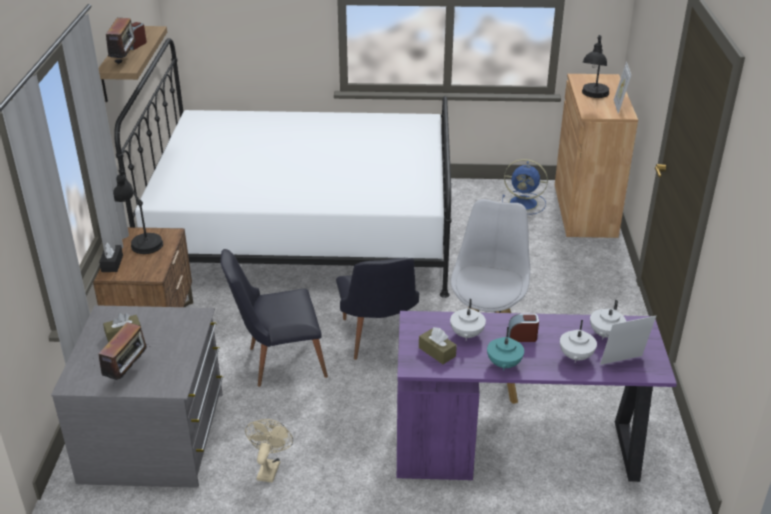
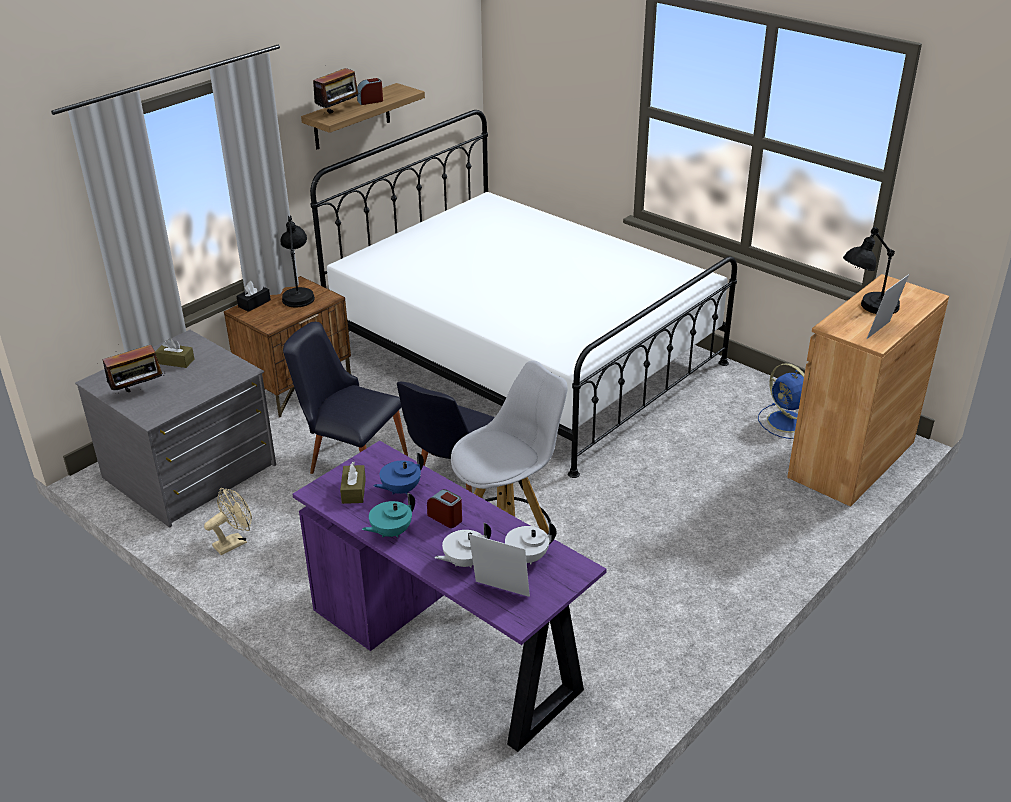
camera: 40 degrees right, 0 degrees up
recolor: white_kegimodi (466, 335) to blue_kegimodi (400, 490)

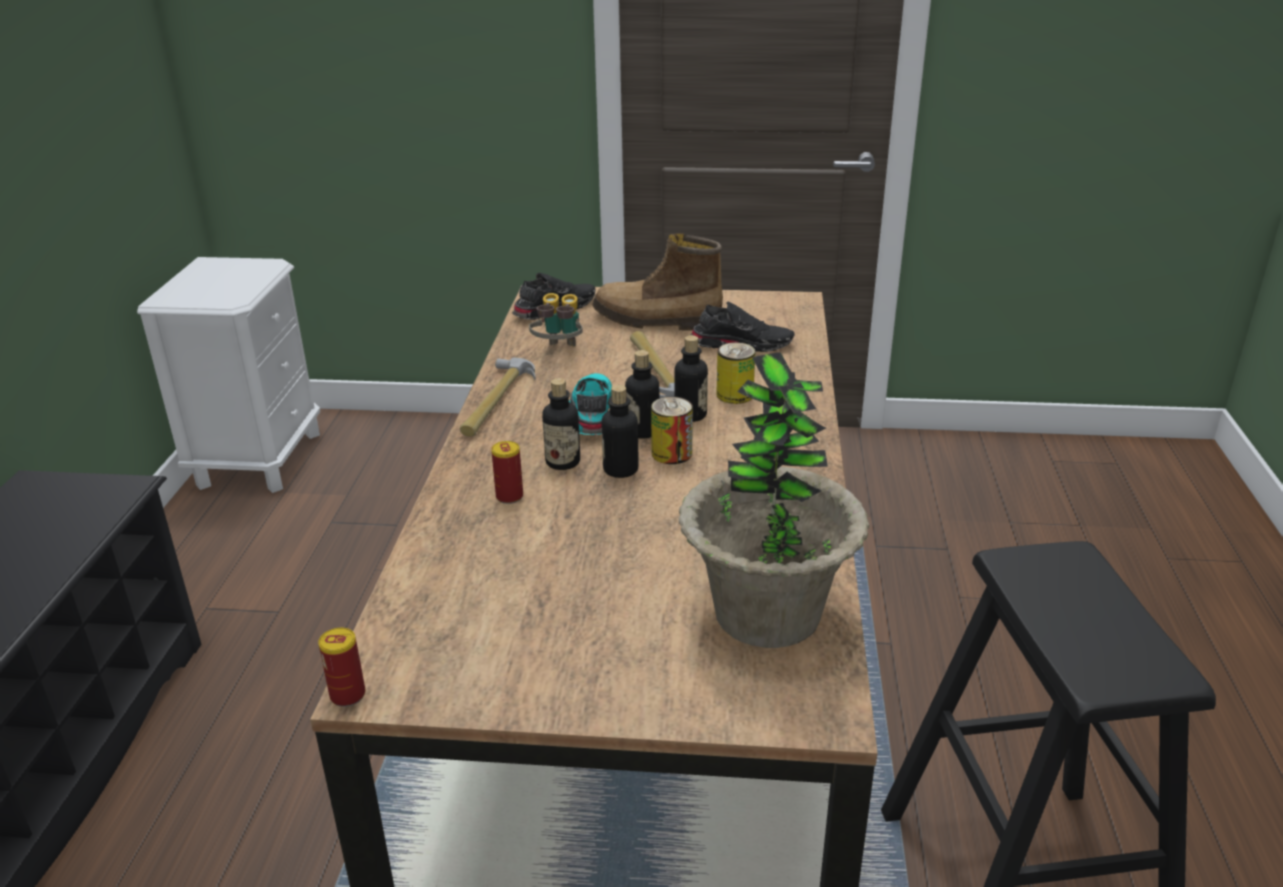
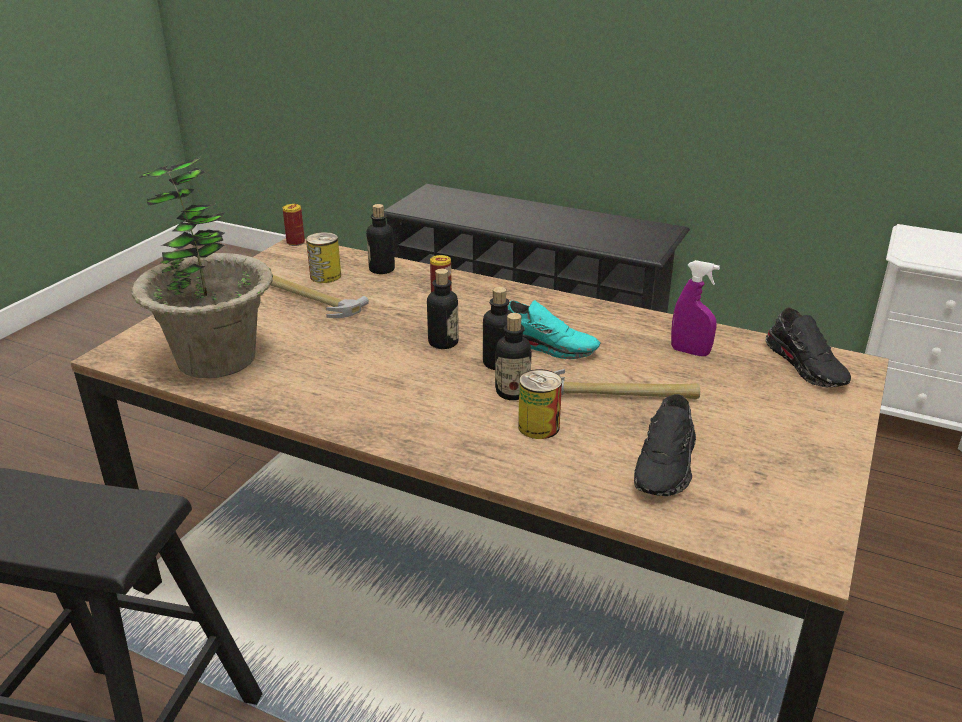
camera: 110 degrees right, 0 degrees up
delete: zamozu (656, 321)
move: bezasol (495, 401) to (308, 298); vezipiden (563, 462) to (382, 269); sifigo (671, 453) to (325, 276)
replace: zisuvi (559, 351) to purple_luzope (690, 352)

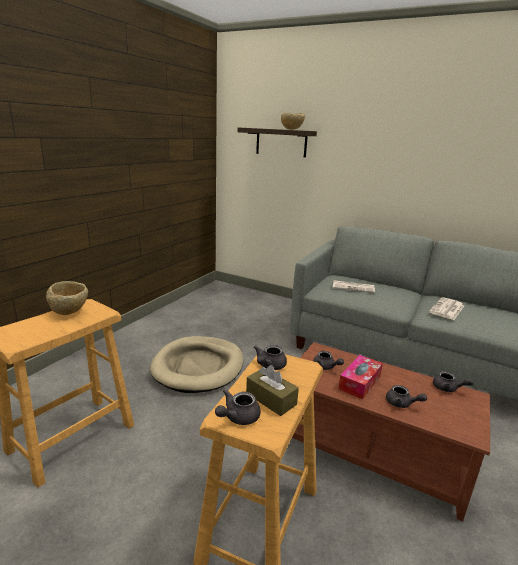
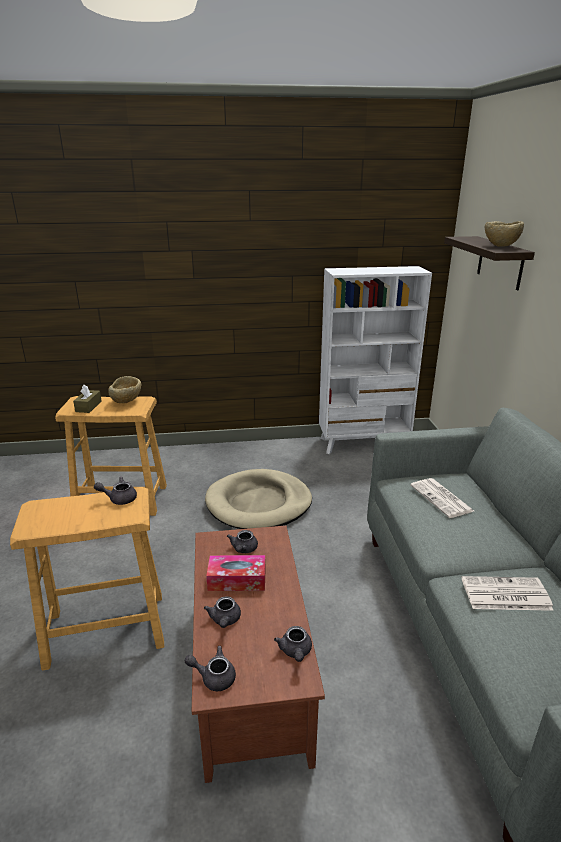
camera: 55 degrees right, 5 degrees up
insert: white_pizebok (364, 443)
move: grey_kegimodi (238, 417) to (214, 677); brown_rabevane (271, 399) to (88, 406)

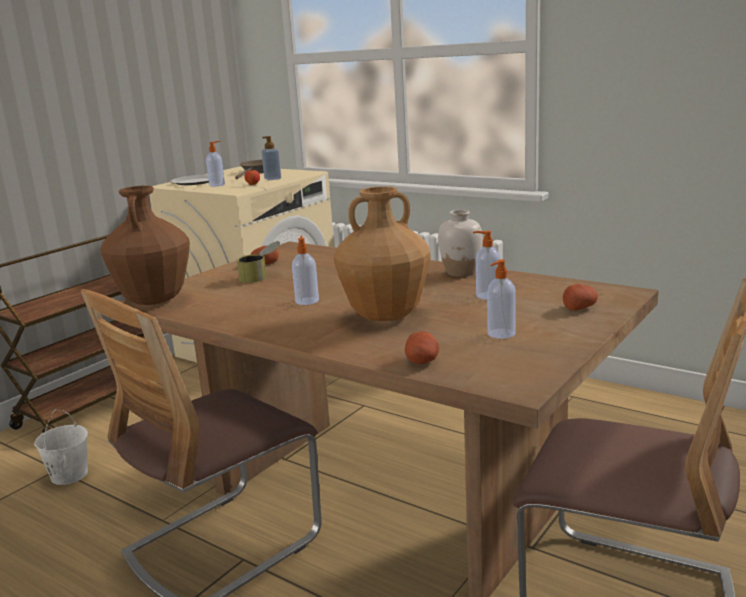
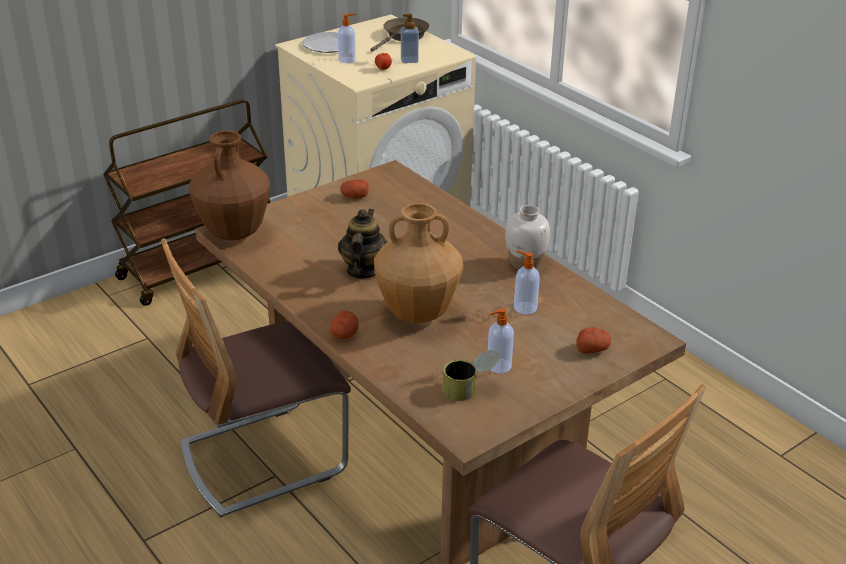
camera: 15 degrees right, 15 degrees up
delete: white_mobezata (69, 475)
move: sifigo (261, 277) to (469, 389); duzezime (422, 361) to (344, 334)
replace: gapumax (307, 301) to kegimodi (363, 270)

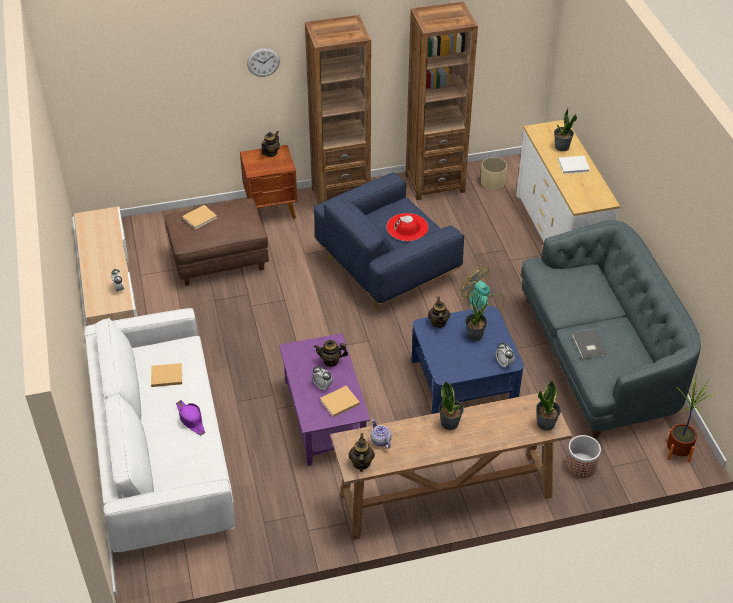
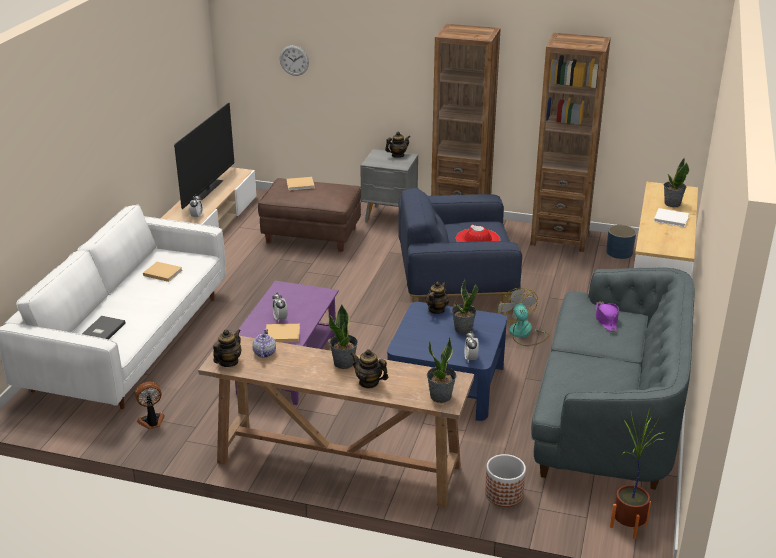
camera: 30 degrees right, 15 degrees down
insert: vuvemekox (152, 422); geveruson (208, 190)
move: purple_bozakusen (191, 420) to (606, 320); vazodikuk (263, 62) to (294, 60); kegimodi (331, 361) to (369, 382); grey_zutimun (588, 345) to (102, 330)
recolor: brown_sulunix (272, 210) to grey_sulunix (390, 217); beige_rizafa (493, 182) to blue_rizafa (619, 252)

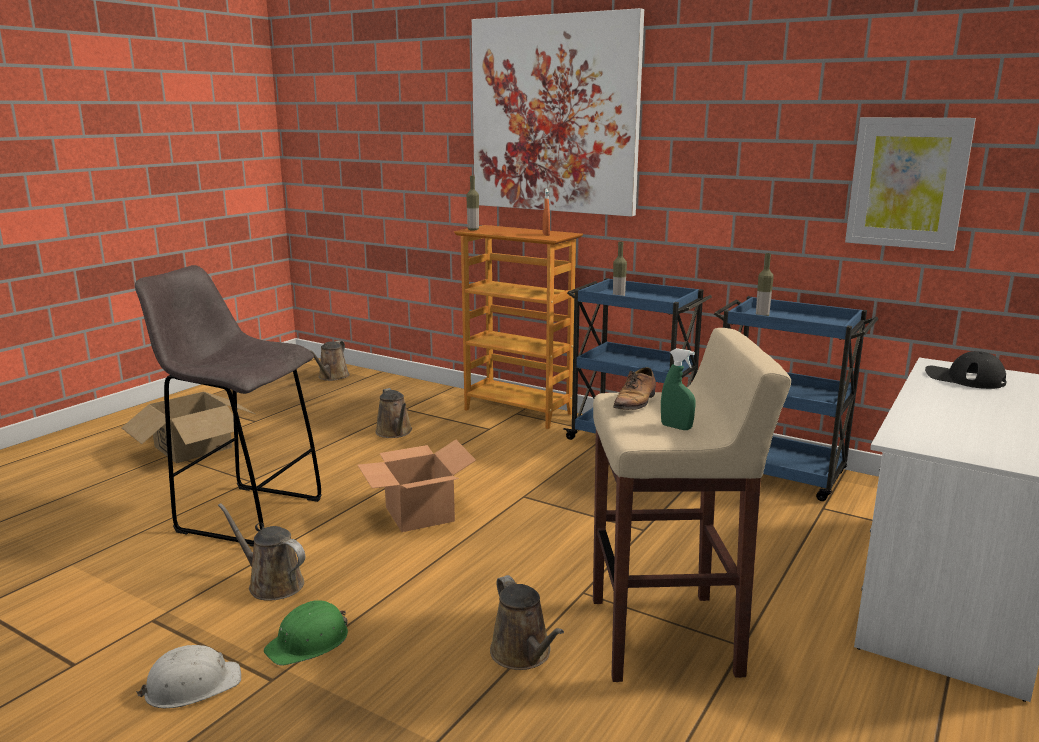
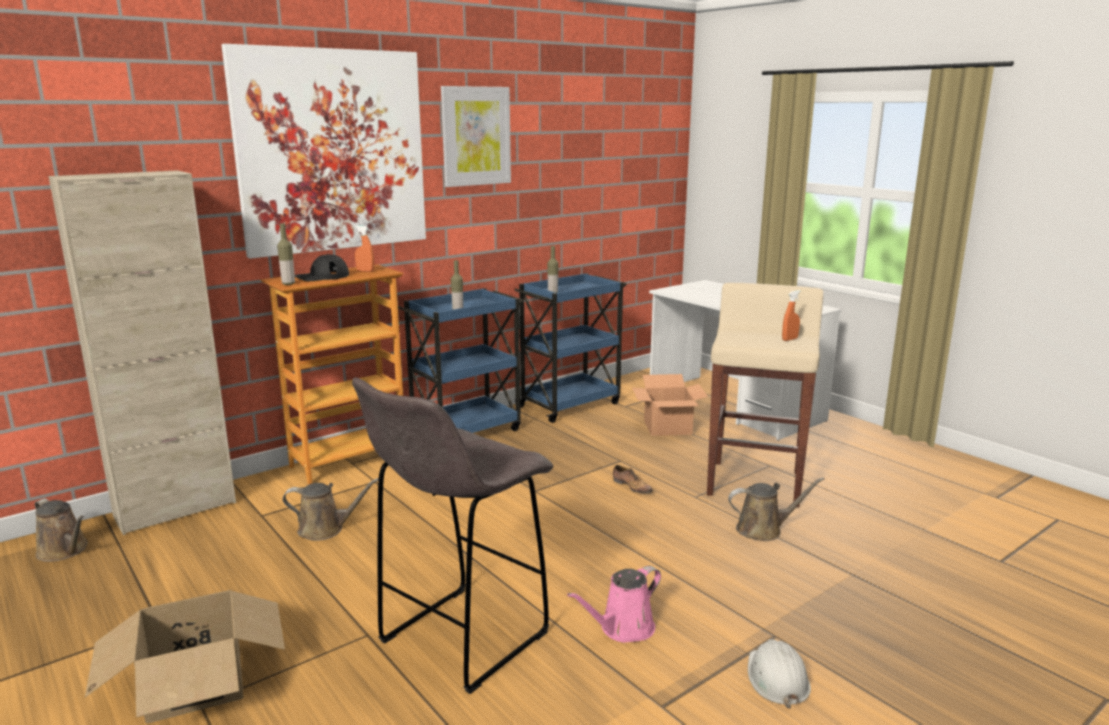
camera: 70 degrees left, 0 degrees up
delete: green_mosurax (309, 641)
insert: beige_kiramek (175, 509)
move: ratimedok (420, 514) to (668, 427); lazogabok (635, 402) to (632, 487); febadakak (907, 183) to (476, 136); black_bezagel (964, 378) to (322, 277)
recolor: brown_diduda (272, 583) to pink_diduda (623, 629); green_luzope (676, 427) to orange_luzope (789, 339)

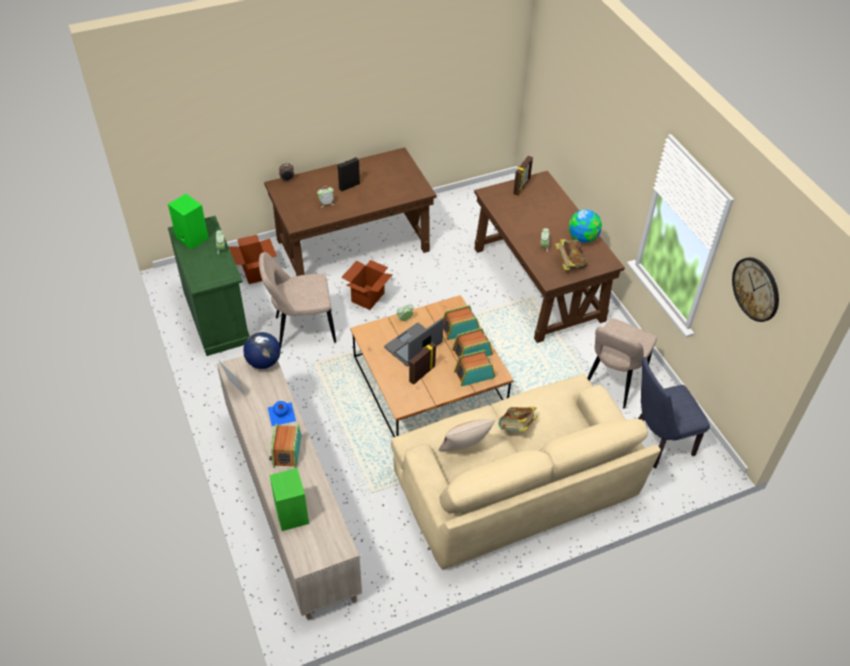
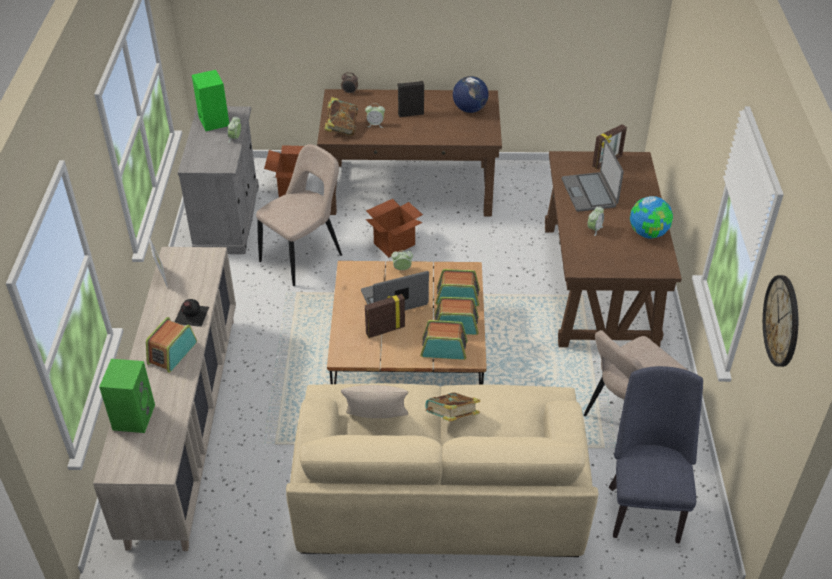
camera: 25 degrees right, 5 degrees down
insert: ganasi (589, 193)
move: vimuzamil (263, 362) to (469, 109); zutimun (569, 263) to (341, 129)
recolor: green_kiramek (217, 316) to grey_kiramek (227, 219); blue_vezipiden (281, 414) to black_vezipiden (191, 315)
rotate: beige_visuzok (302, 330) = (304, 256) 120 degrees clockwise; blue_visuzok (657, 443) = (643, 507) 90 degrees clockwise

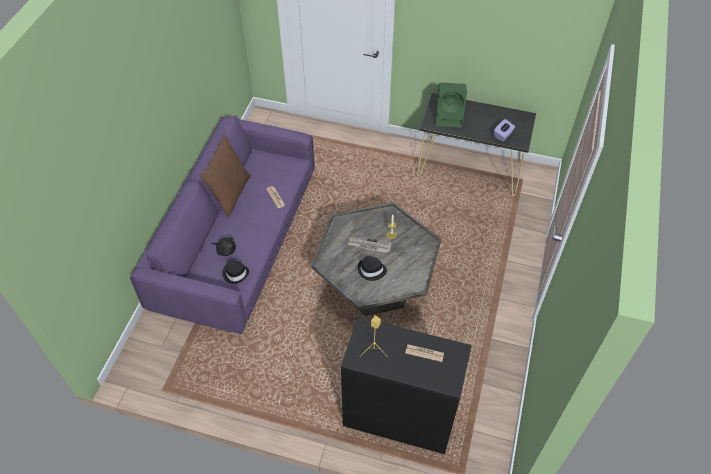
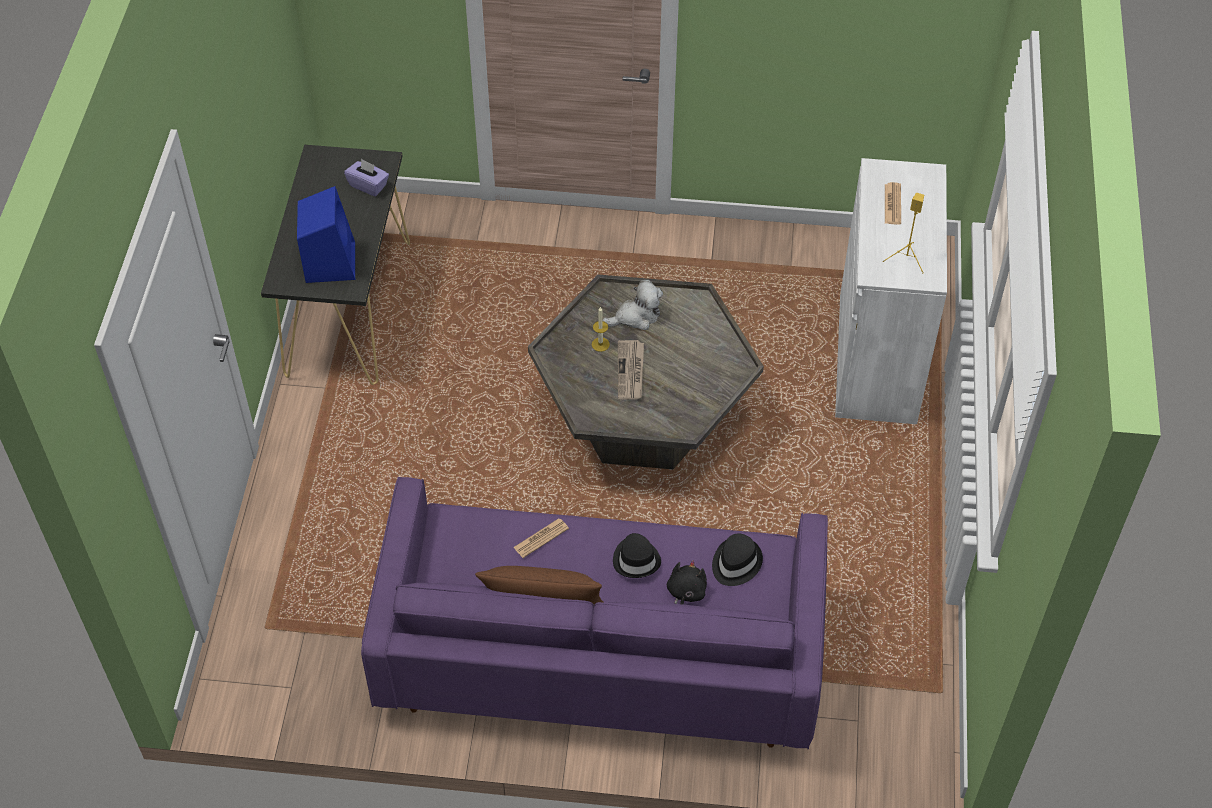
camera: 100 degrees left, 0 degrees up
insert: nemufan (636, 316)
move: black_bozakusen (371, 270) to (636, 559)
recolor: black_kiramek (399, 416) to white_kiramek (877, 358); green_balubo (449, 117) to blue_balubo (330, 261)

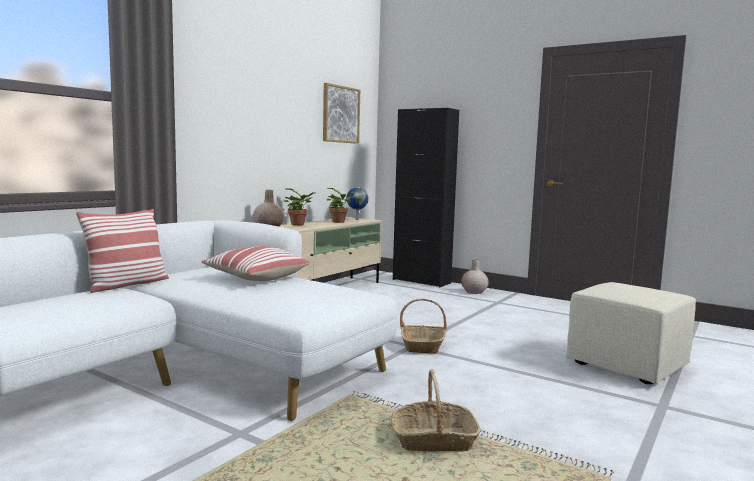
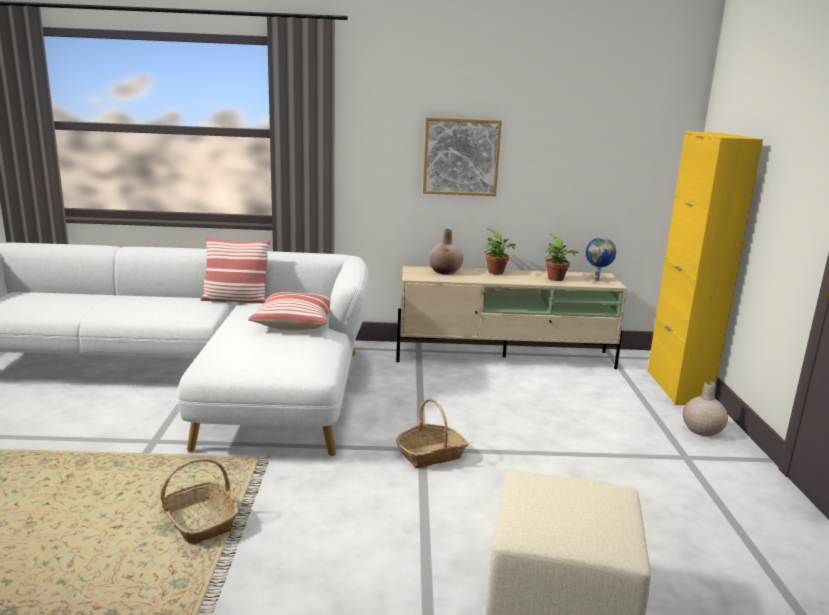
camera: 55 degrees right, 10 degrees up
move: febadakak (340, 114) to (461, 157)
recolor: black_kiramek (421, 281) to yellow_kiramek (677, 388)

